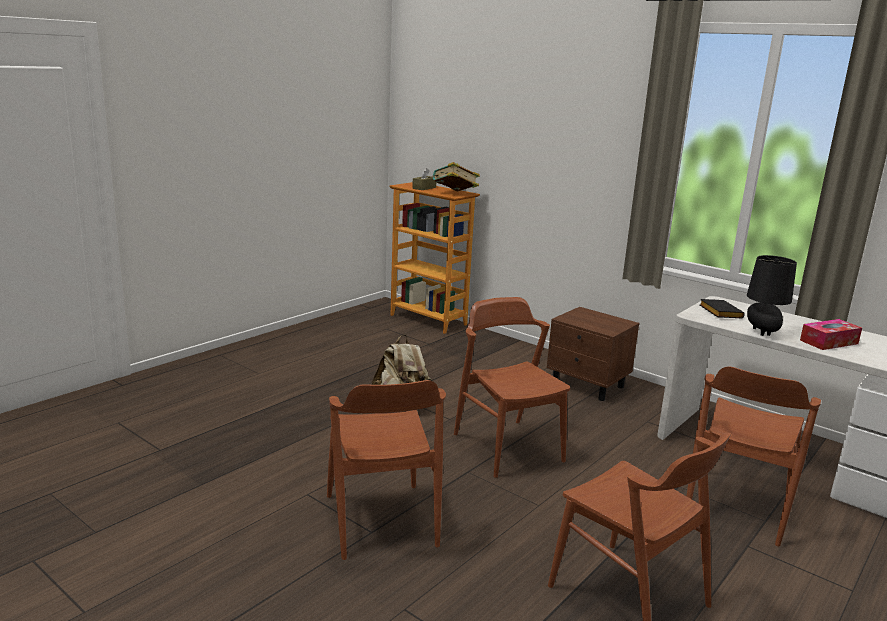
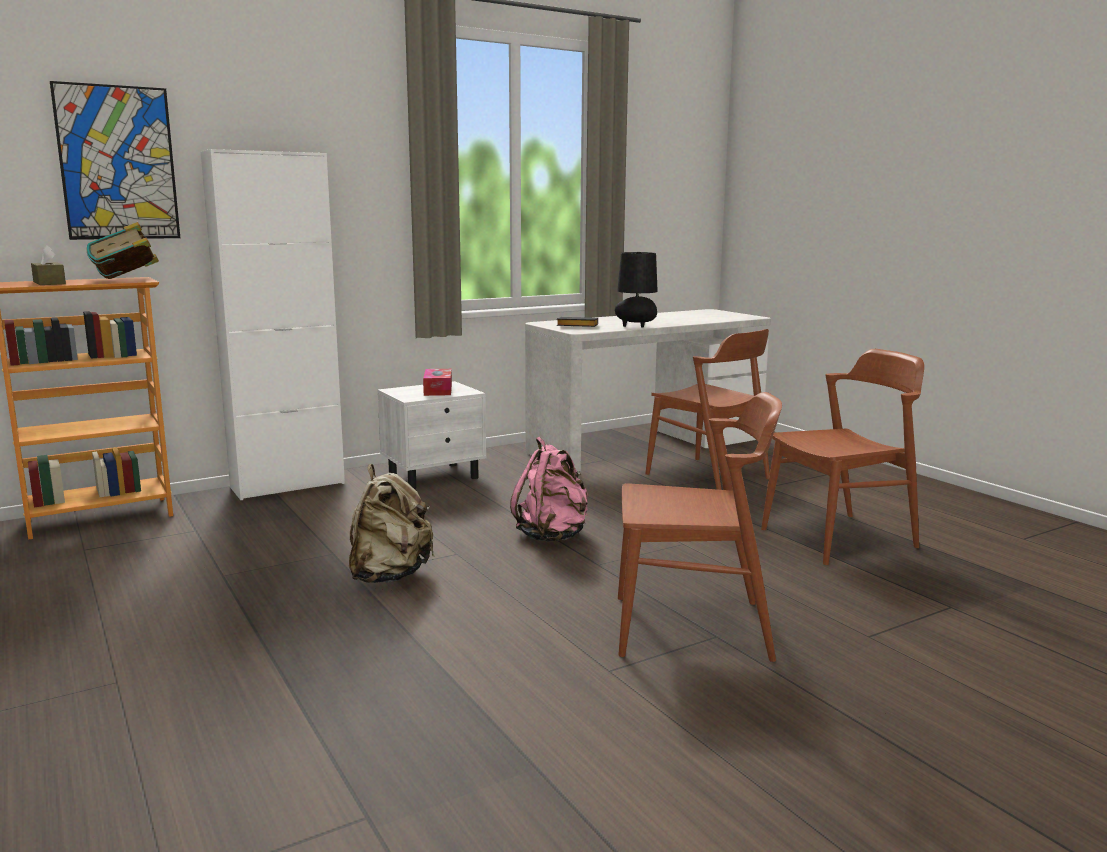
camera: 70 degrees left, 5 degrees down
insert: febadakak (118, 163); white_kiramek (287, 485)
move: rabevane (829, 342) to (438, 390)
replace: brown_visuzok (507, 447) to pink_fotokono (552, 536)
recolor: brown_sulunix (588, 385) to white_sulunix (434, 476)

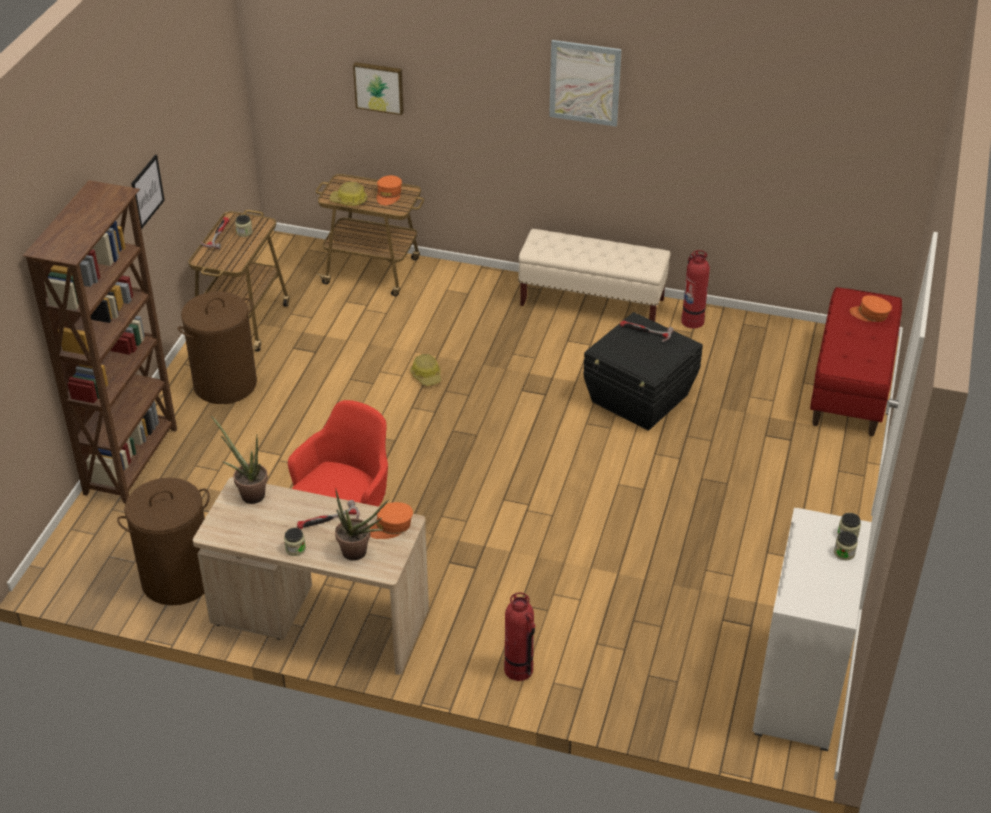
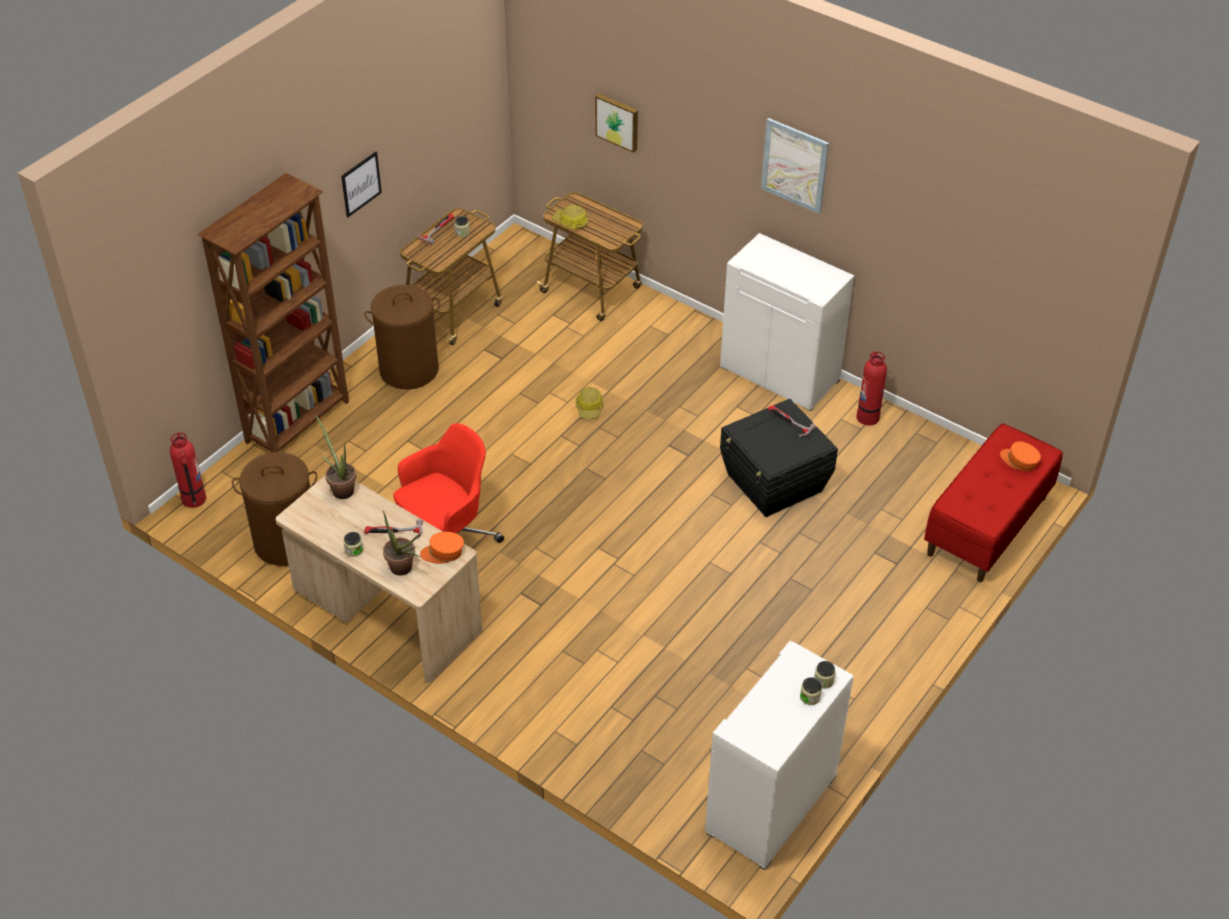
camera: 20 degrees right, 5 degrees up
delete: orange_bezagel (389, 195)
move: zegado (518, 670) to (193, 499)
replace: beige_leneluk (592, 303) to white_kiramek (780, 373)

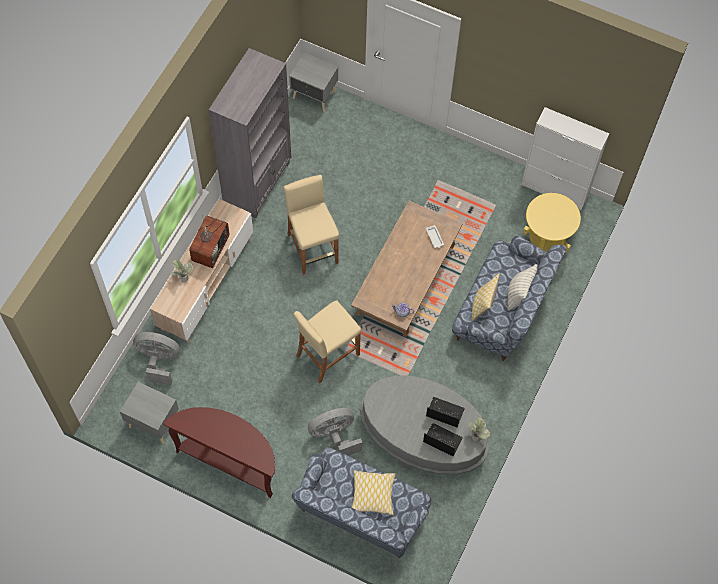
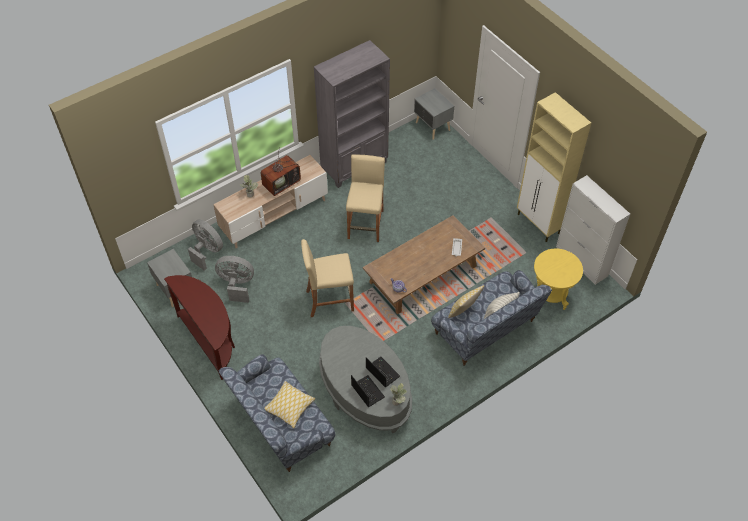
camera: 30 degrees right, 10 degrees down
insert: beige_kiramek (538, 224)
move: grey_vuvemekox (334, 436) to (237, 285)

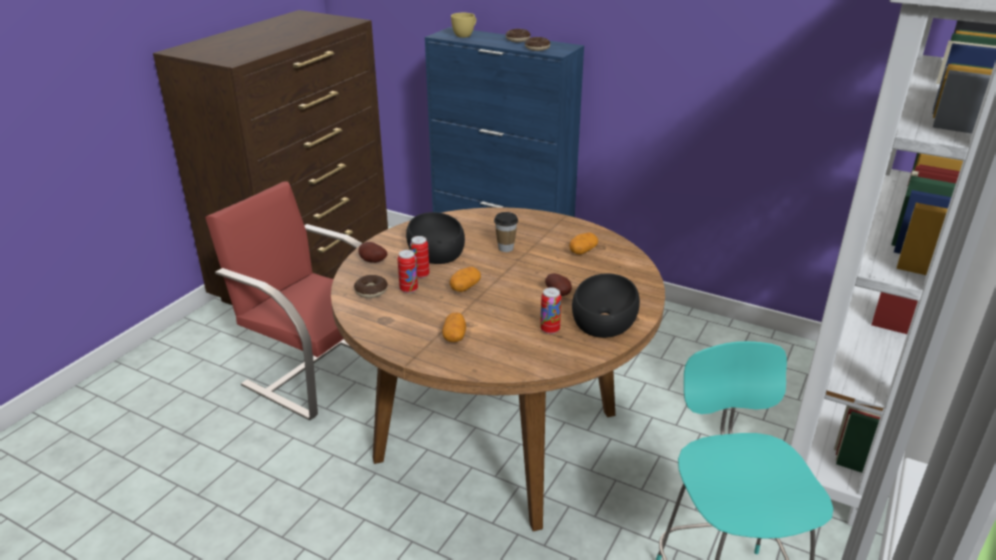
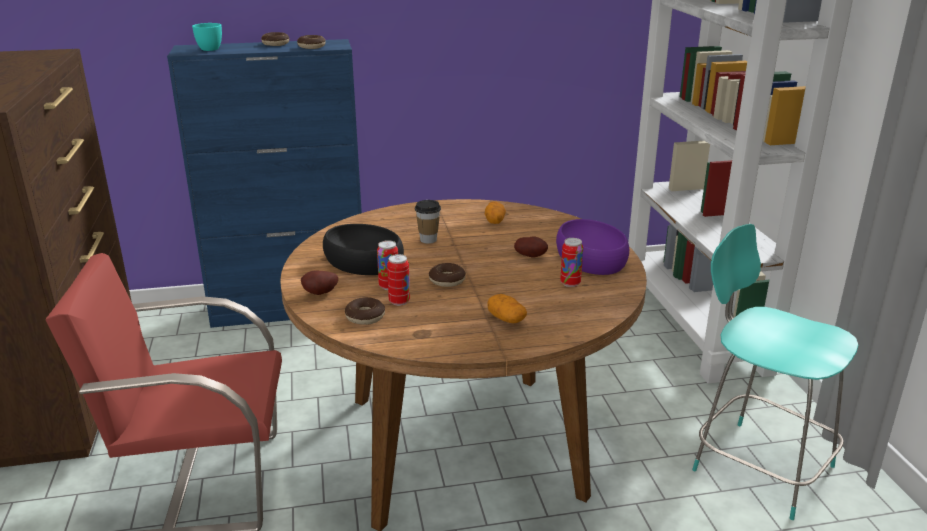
camera: 40 degrees left, 5 degrees down
replace: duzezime (465, 287) to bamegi (447, 280)
recolor: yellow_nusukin (465, 35) to turquoise_nusukin (211, 48); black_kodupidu (605, 316) to purple_kodupidu (592, 258)

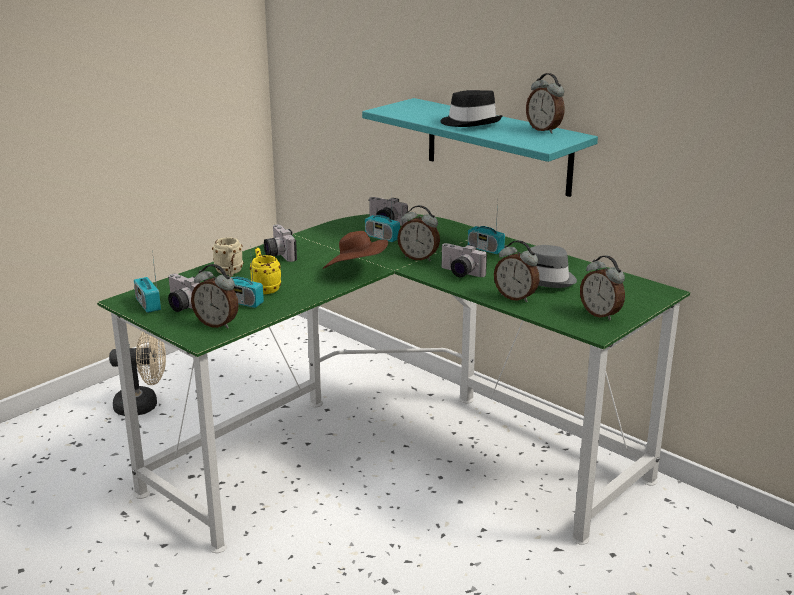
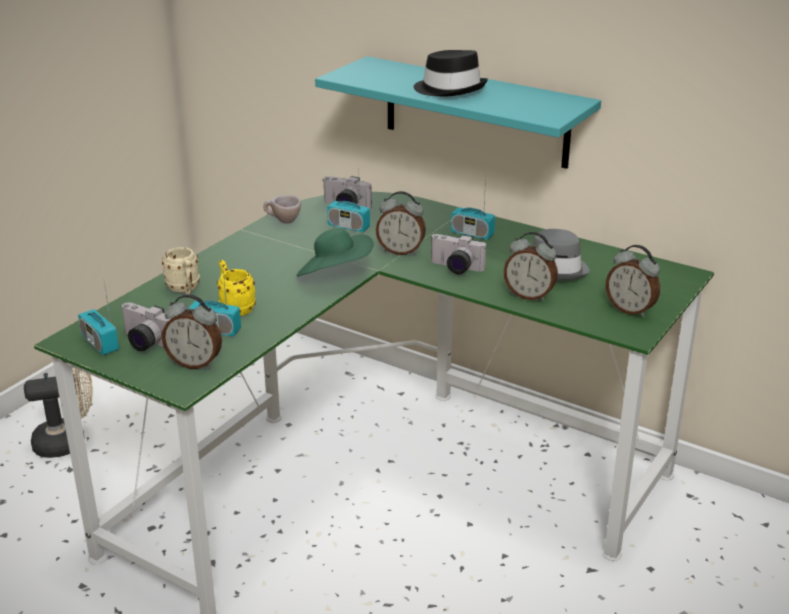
camera: 10 degrees left, 5 degrees up
delete: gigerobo (277, 254); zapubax (544, 130)
insert: beige_nusukin (283, 221)
recolor: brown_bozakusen (356, 271) to green_bozakusen (335, 275)

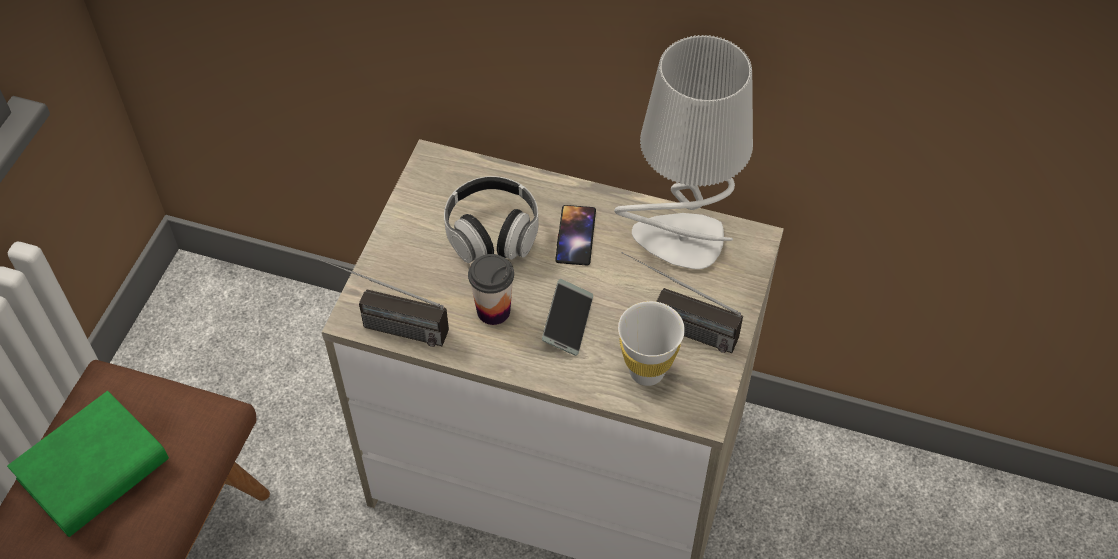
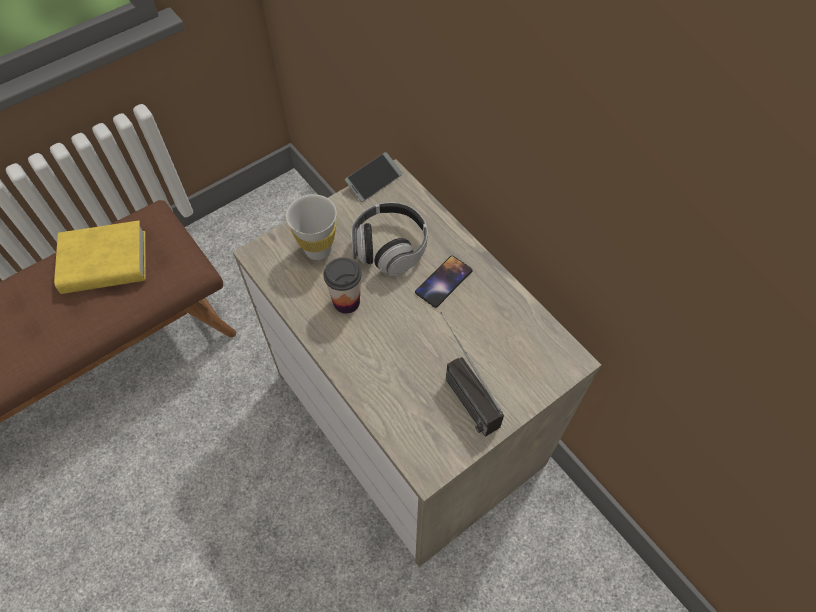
camera: 35 degrees right, 5 degrees up
delete: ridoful (384, 325); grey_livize (679, 241)
move: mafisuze (567, 322) to (374, 181); white_nusukin (647, 371) to (318, 250)
recolor: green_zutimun (93, 470) to yellow_zutimun (105, 263)

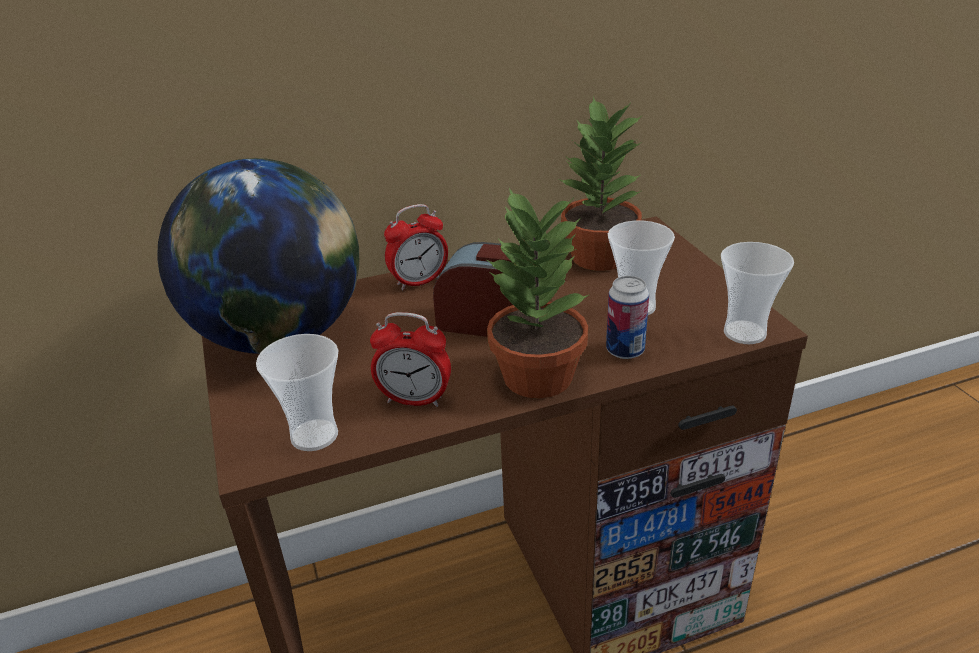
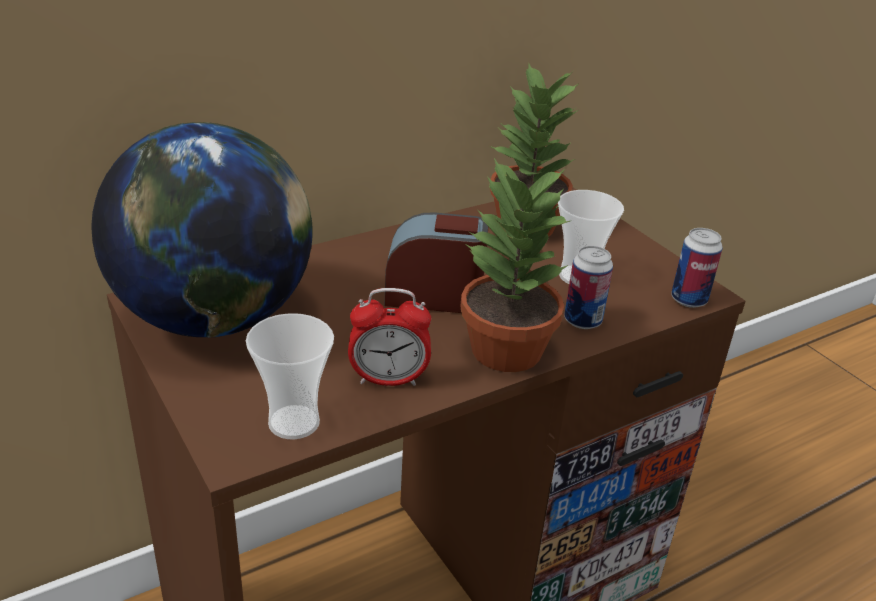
camera: 15 degrees left, 0 degrees up
delete: zapubax (419, 282)
replace: nusukin (744, 333) to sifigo (688, 300)

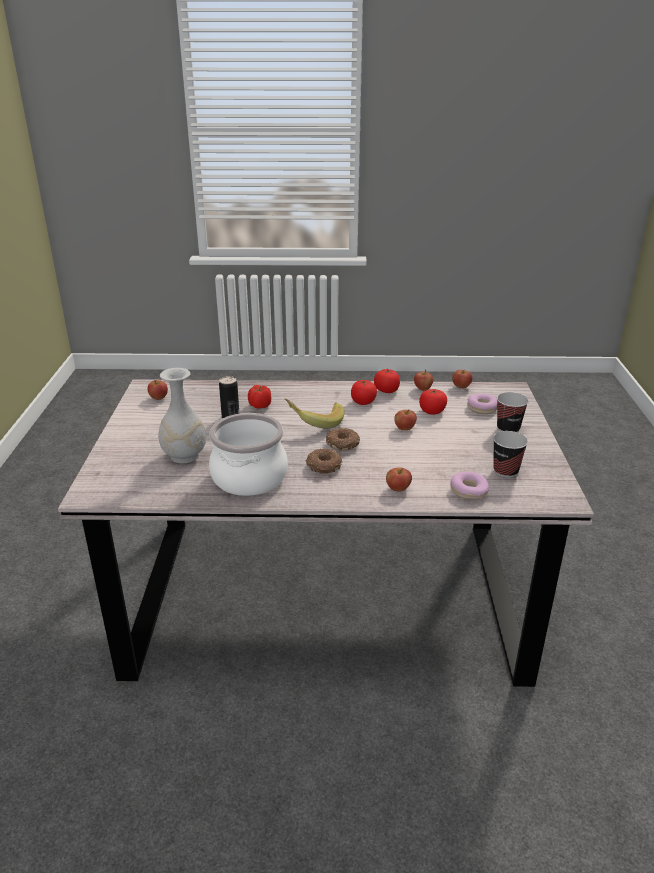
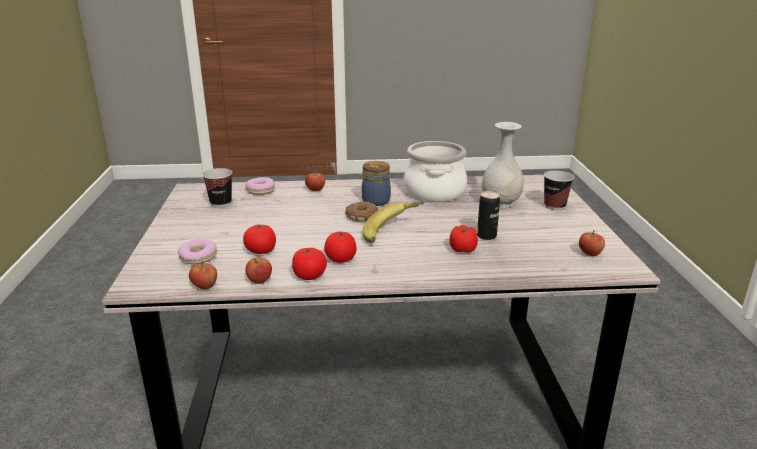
camera: 175 degrees right, 5 degrees down
delete: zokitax (404, 428)
move: nusukin (508, 429) to (554, 206)
replace: bamegi (323, 466) to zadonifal (376, 200)

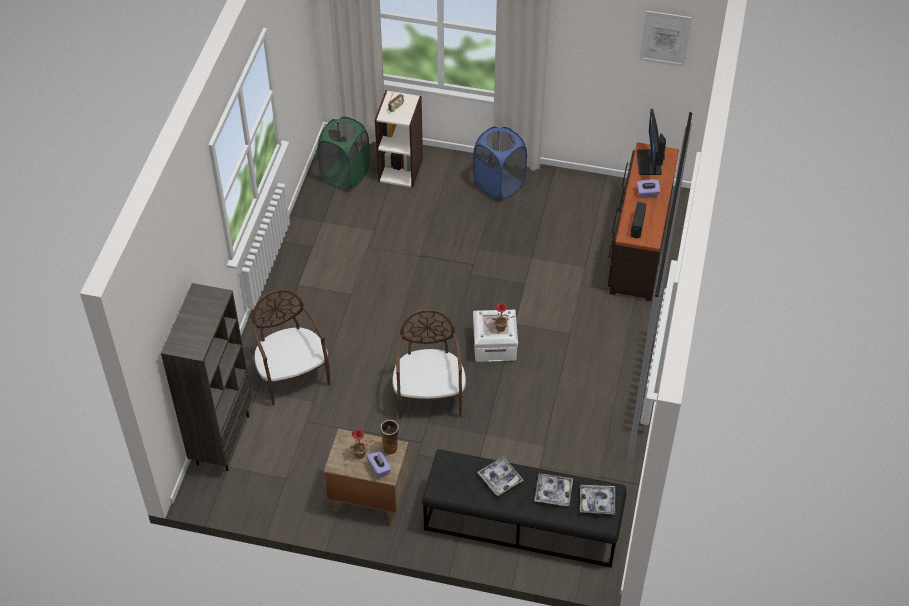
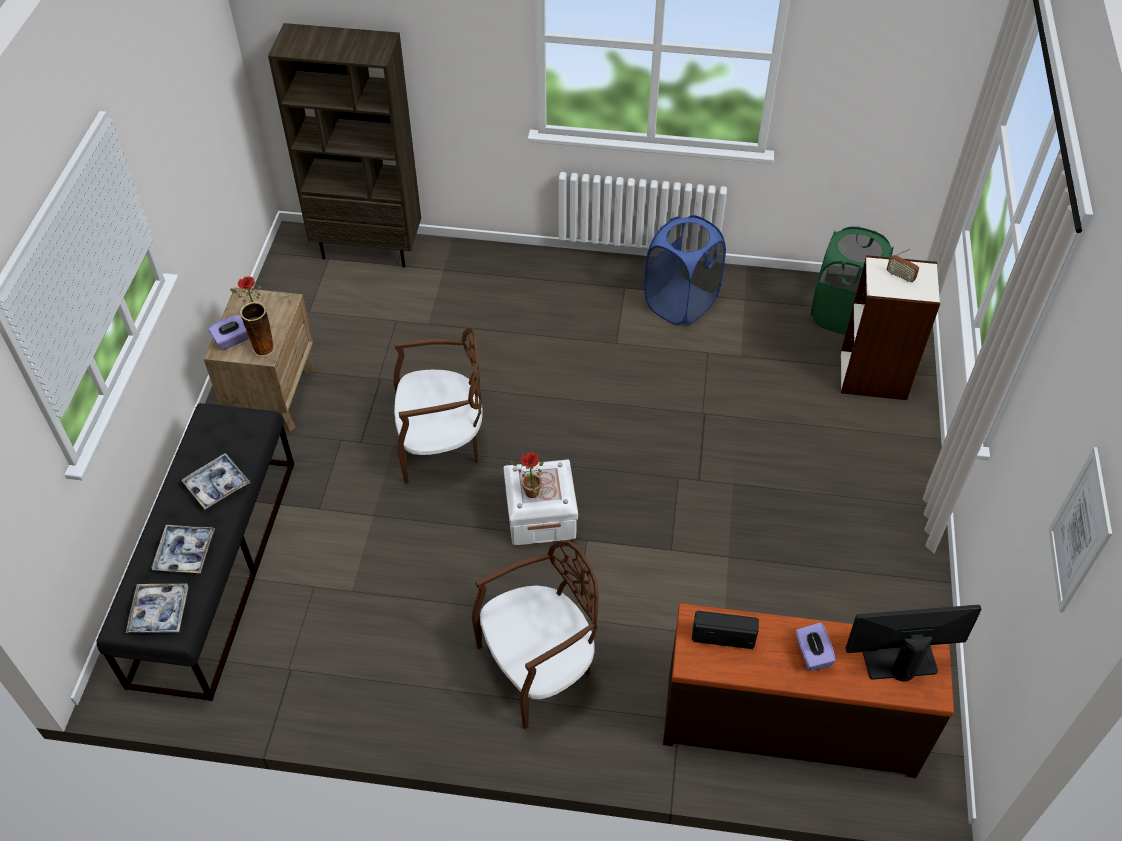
camera: 85 degrees right, 0 degrees up
move: brown_visuzok (292, 375) to (539, 668); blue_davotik (499, 184) to (681, 303)

